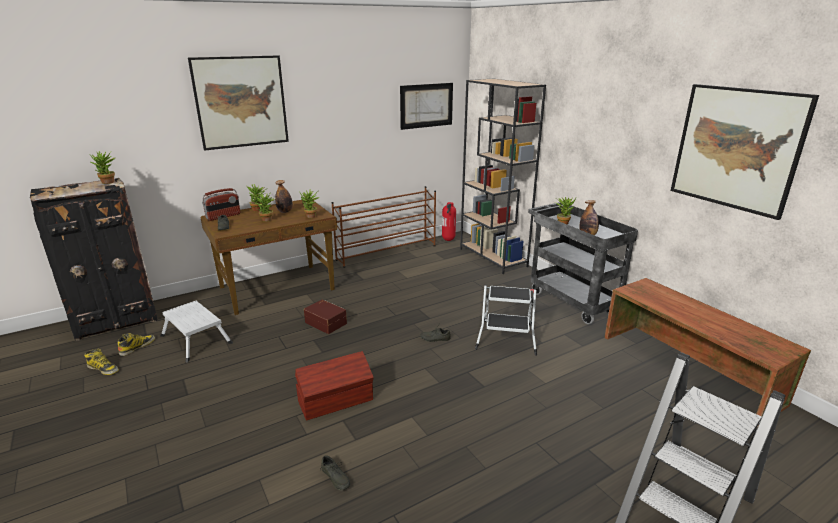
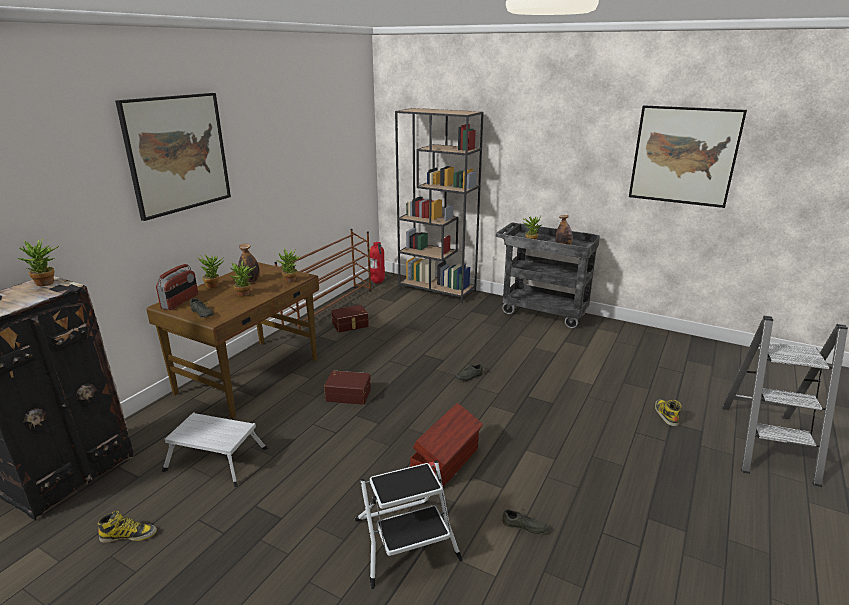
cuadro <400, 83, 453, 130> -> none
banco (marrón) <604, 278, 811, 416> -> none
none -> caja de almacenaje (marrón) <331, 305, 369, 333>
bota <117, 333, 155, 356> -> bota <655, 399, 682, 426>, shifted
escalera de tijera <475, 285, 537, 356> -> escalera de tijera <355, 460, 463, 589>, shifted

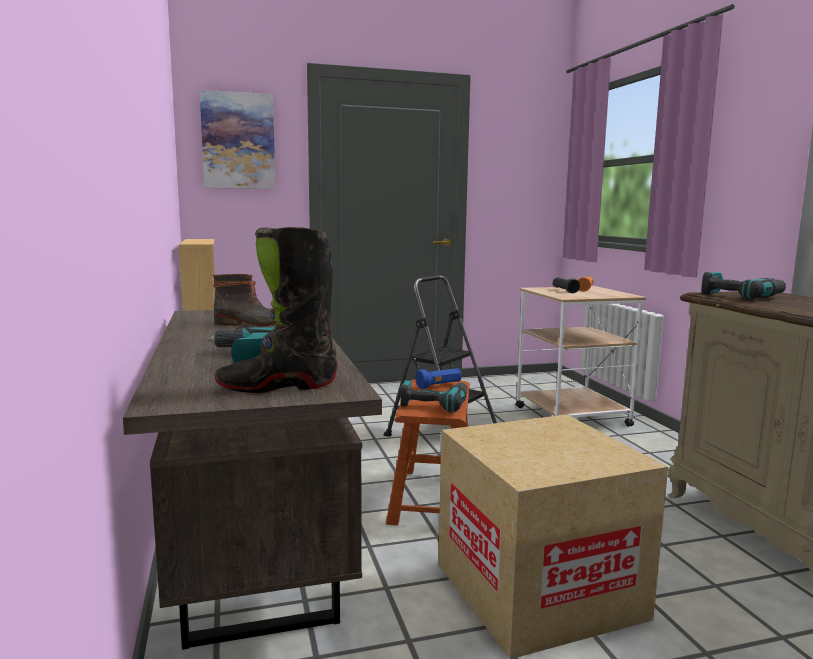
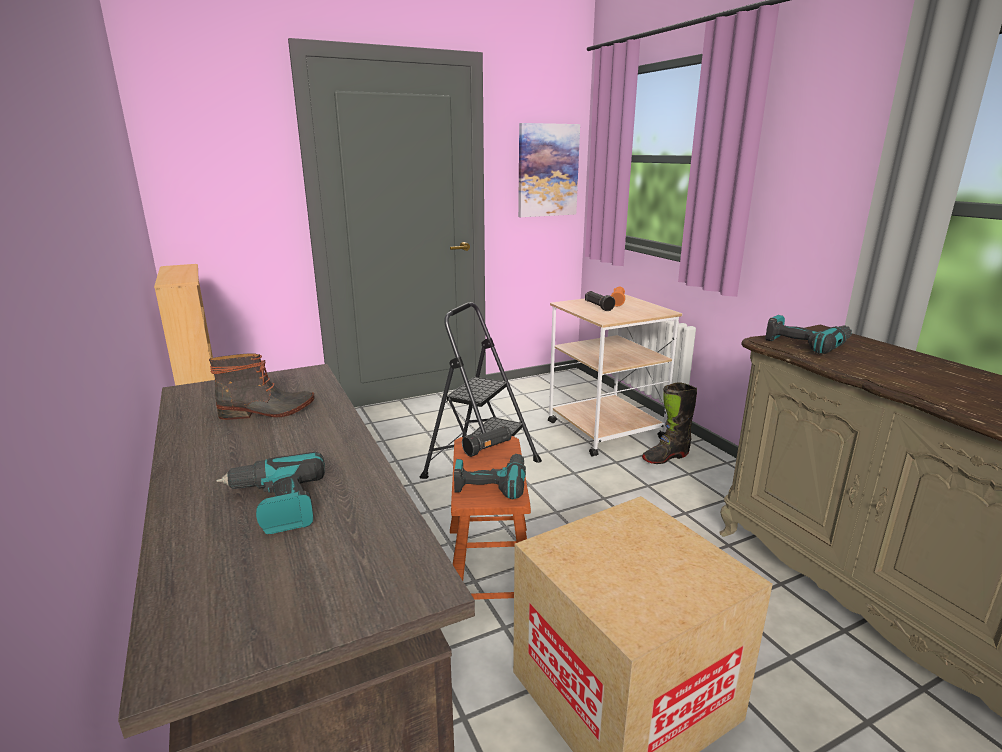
cuadro <200, 90, 275, 189> -> cuadro <518, 123, 580, 217>, shifted
bota (negro) <214, 227, 338, 393> -> bota (negro) <642, 383, 697, 464>, shifted
linterna (azul) <415, 368, 462, 389> -> linterna (negro) <462, 426, 512, 457>

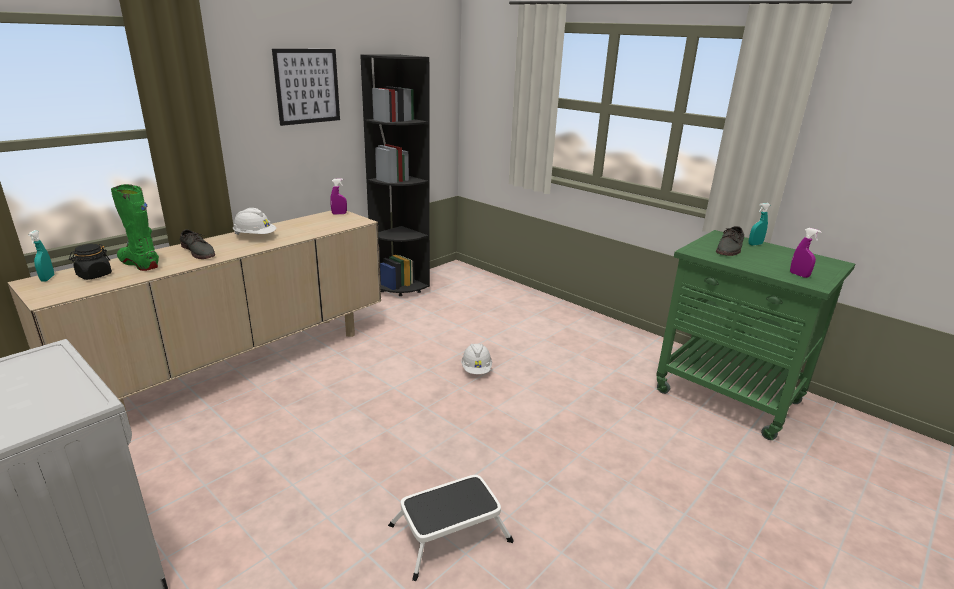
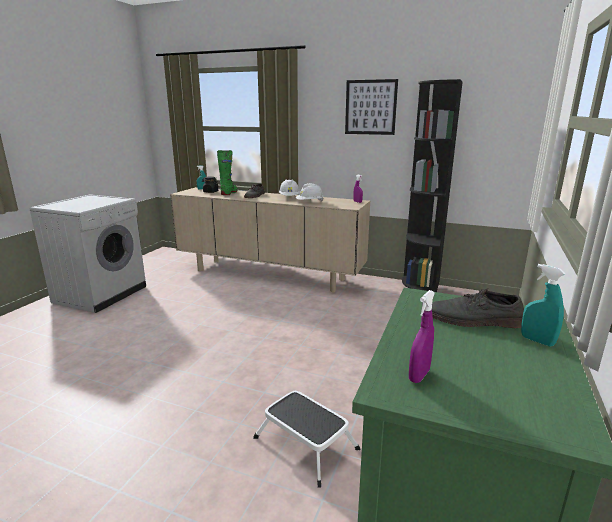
escalera de tijera (negro) <388, 475, 514, 581> -> escalera de tijera (negro) <253, 391, 361, 487>, shifted
casco (blanco) <461, 344, 492, 374> -> casco (blanco) <296, 183, 324, 202>, shifted

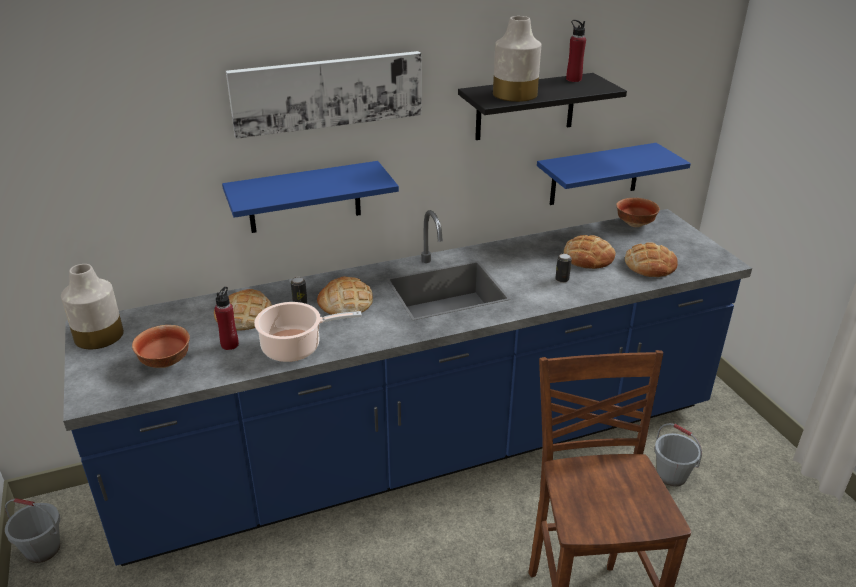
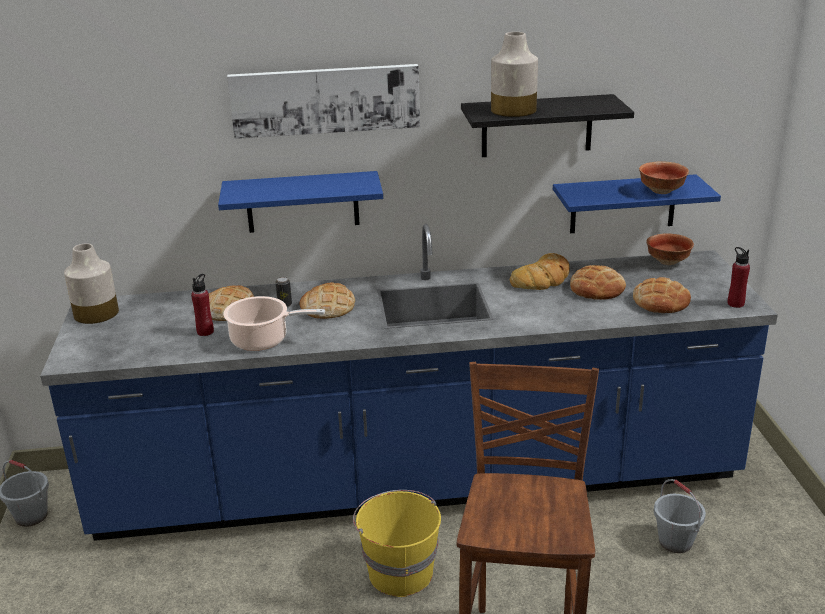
lata <555, 253, 572, 283> -> none
none -> cubo (amarillo) <353, 490, 441, 597>
none -> pan <510, 253, 570, 290>
cuenco <132, 325, 190, 368> -> cuenco <639, 162, 689, 194>, shifted
botella (rojo) <566, 20, 586, 82> -> botella (rojo) <728, 247, 750, 308>, shifted

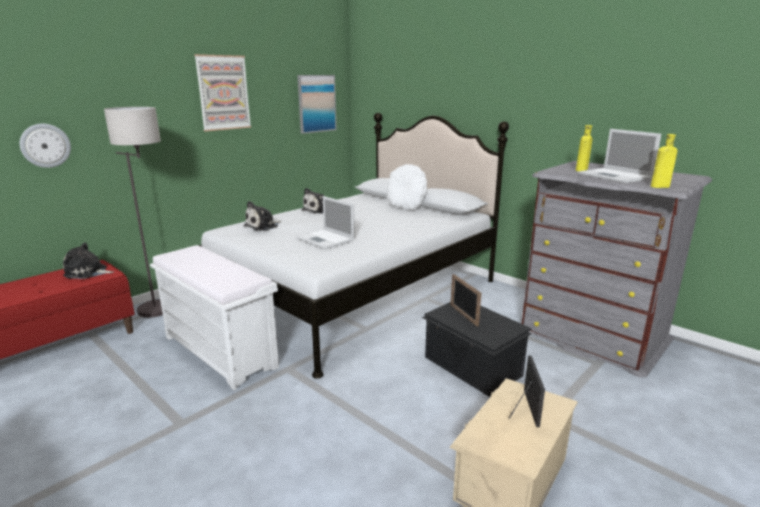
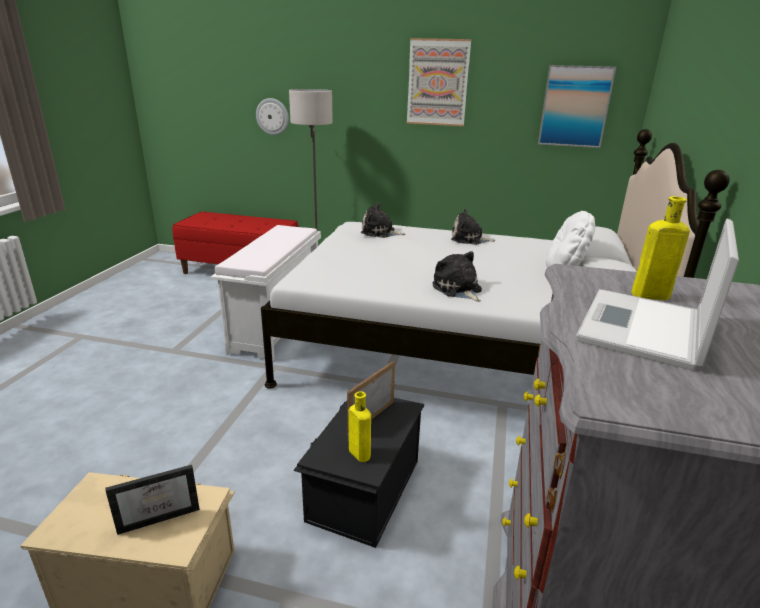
portátil <296, 196, 355, 250> -> none
peluche <63, 242, 114, 279> -> peluche <432, 251, 482, 302>, shifted
botella (amarillo) <651, 134, 678, 188> -> botella (amarillo) <348, 391, 371, 462>, shifted

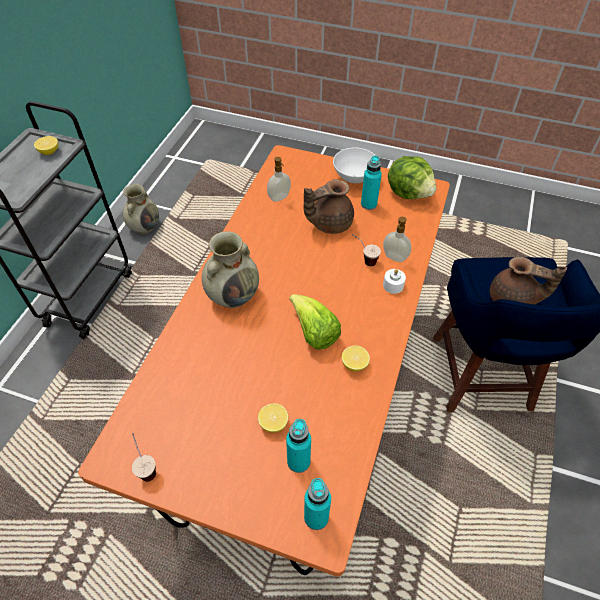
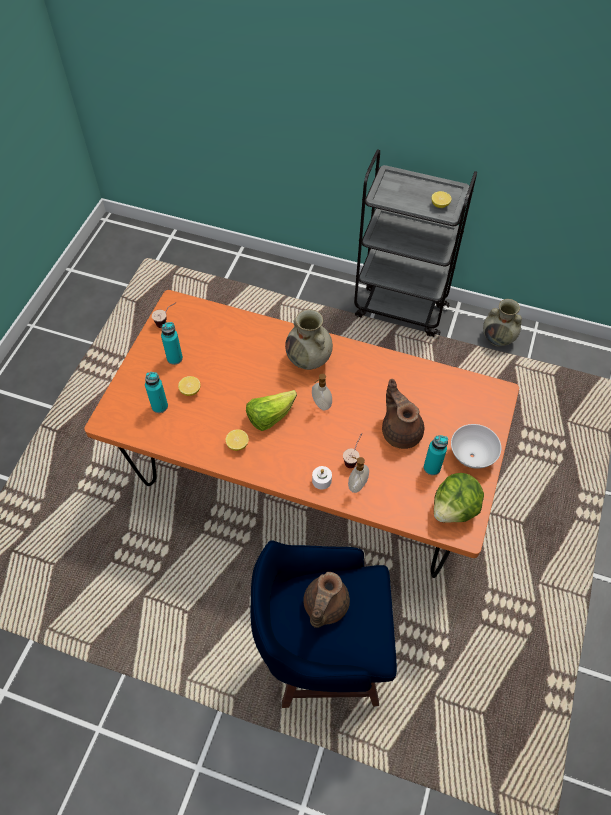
dispensador de jabón <267, 157, 291, 202> -> dispensador de jabón <312, 374, 332, 411>, shifted
botella (turquesa) <304, 478, 331, 530> -> botella (turquesa) <161, 322, 183, 365>, shifted

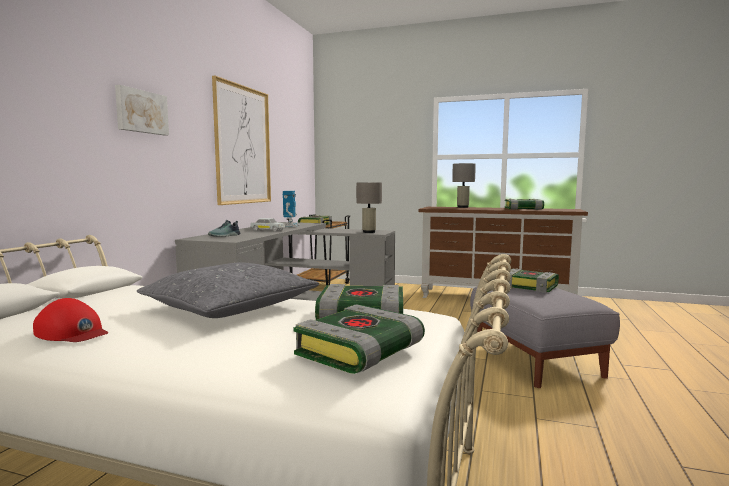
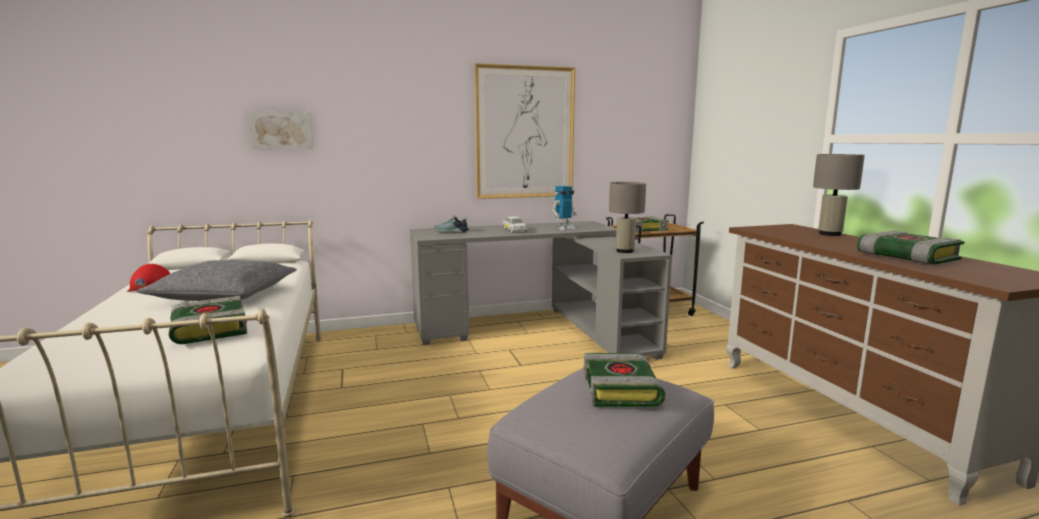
libro <294, 304, 425, 374> -> none
cuadro <115, 85, 169, 136> -> cuadro <249, 111, 313, 149>, shifted

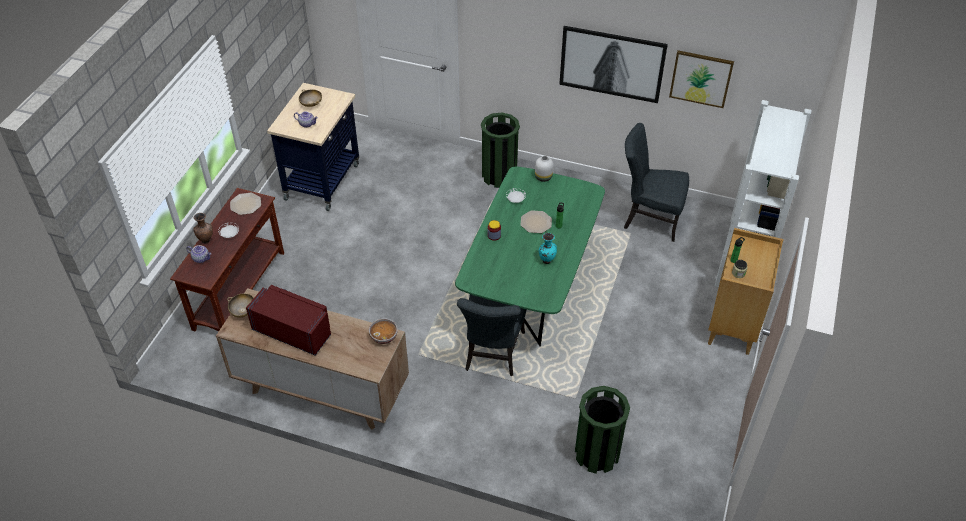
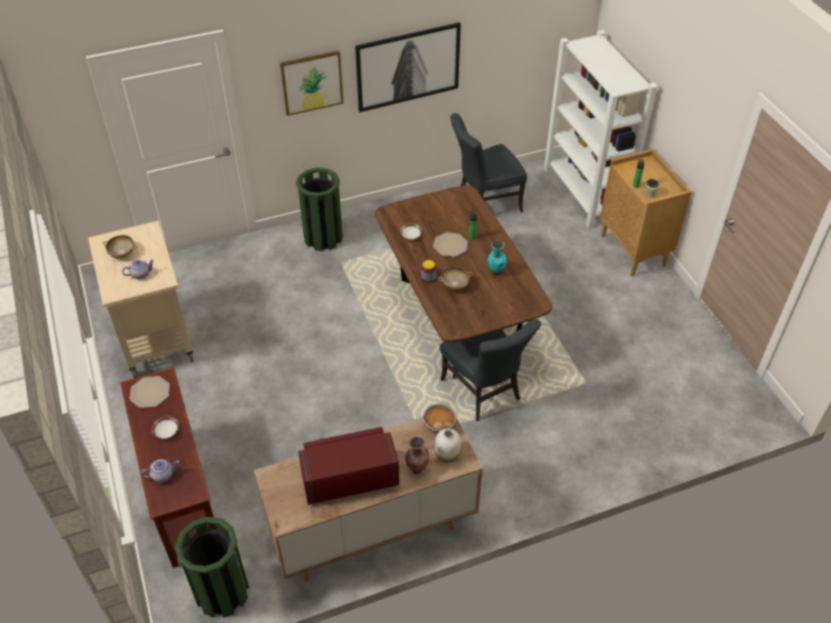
florero (marrón) <193, 213, 213, 244> -> florero (marrón) <405, 437, 429, 474>, shifted
cuenco (beis) <227, 293, 254, 318> -> cuenco (beis) <438, 267, 472, 290>, shifted
florero (blanco) <535, 156, 553, 182> -> florero (blanco) <435, 429, 461, 462>, shifted
papelera (verde) <575, 386, 630, 474> -> papelera (verde) <175, 517, 249, 618>, shifted
cuadro <669, 50, 734, 108> -> cuadro <280, 51, 343, 116>, shifted
carrito (azul) <267, 83, 360, 211> -> carrito (beis) <88, 221, 194, 378>
mesa de comedor (verde) <455, 167, 605, 346> -> mesa de comedor (marrón) <375, 185, 552, 379>

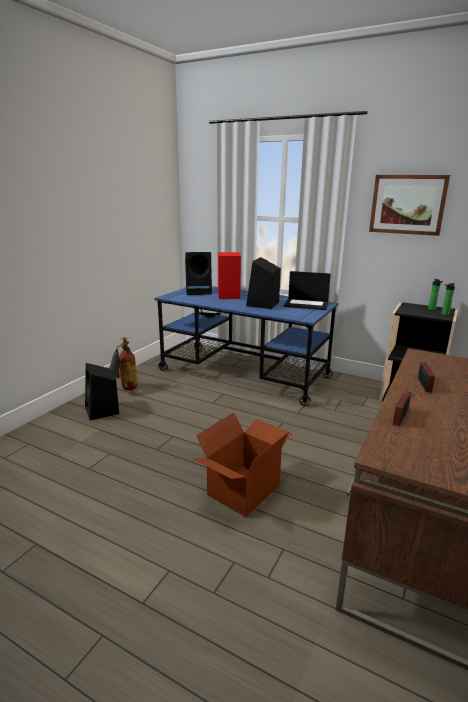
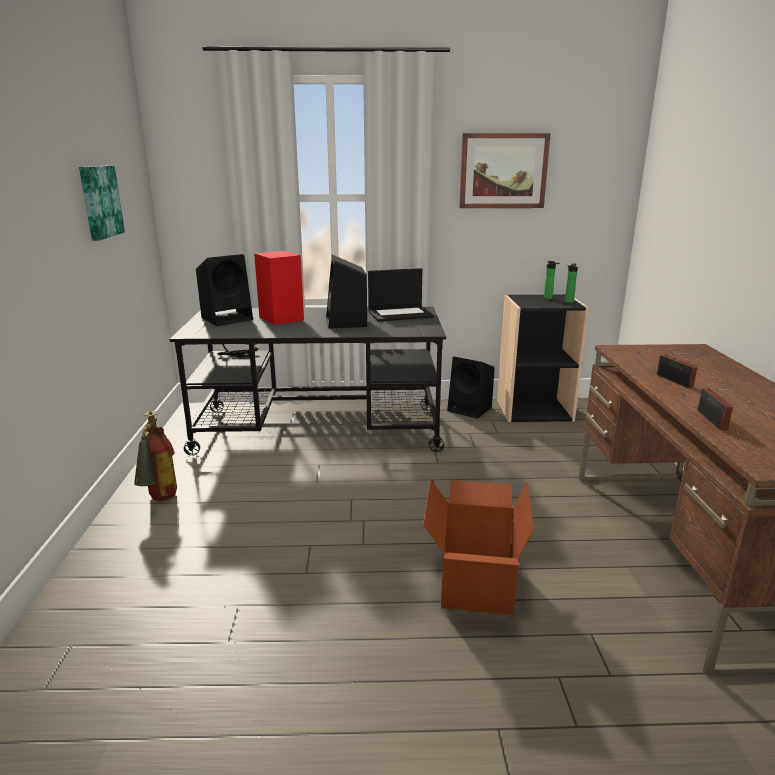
none -> cuadro <79, 166, 125, 241>
altavoz (negro) <85, 363, 119, 420> -> altavoz (negro) <447, 357, 495, 419>, shifted
escritorio (azul) <154, 286, 339, 407> -> escritorio (negro) <170, 307, 446, 456>

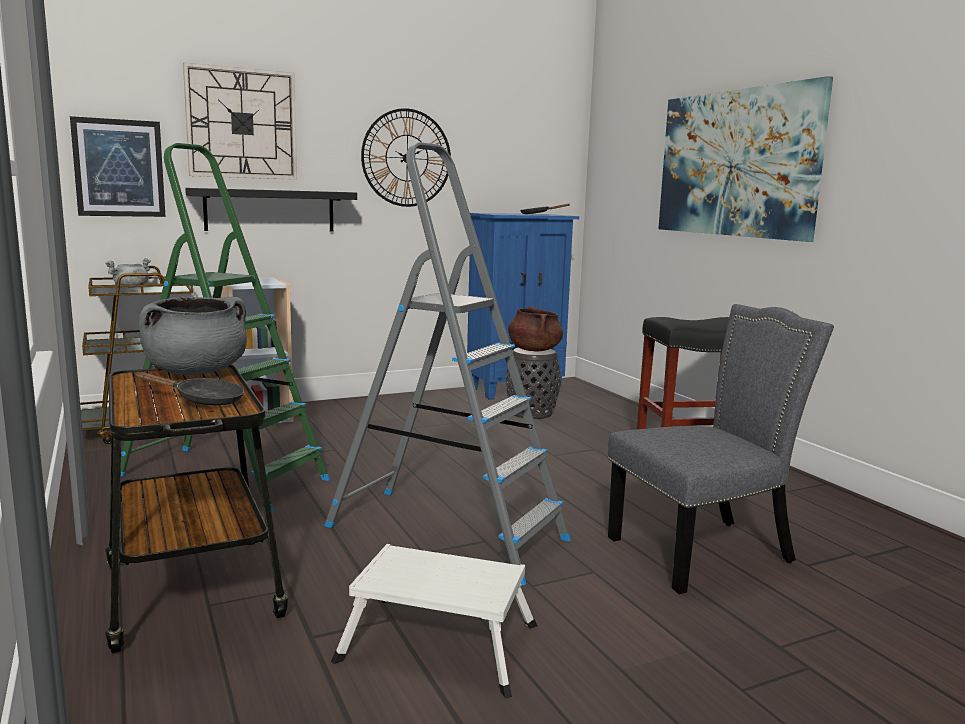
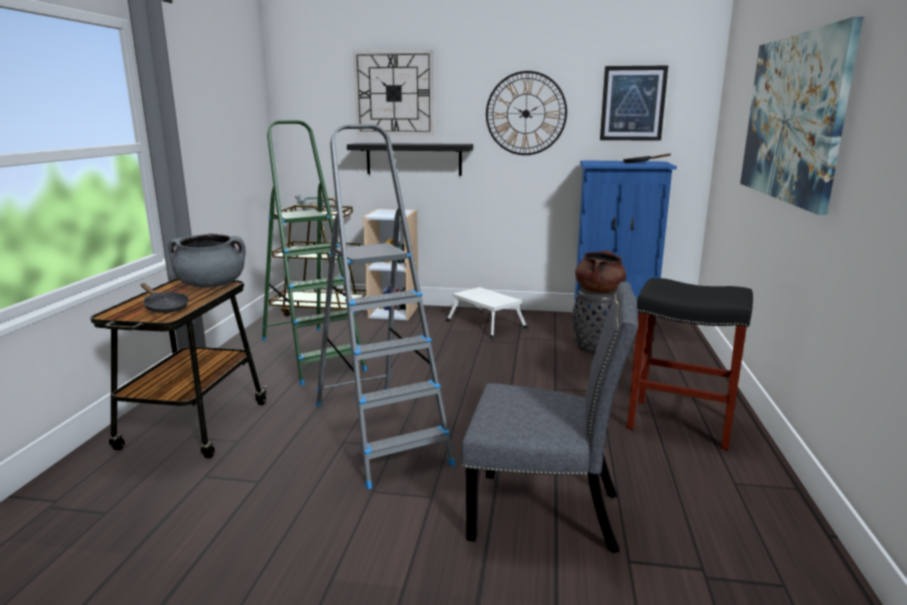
cuadro <70, 116, 166, 217> -> cuadro <600, 66, 668, 141>, shifted
escalera de tijera (blanco) <331, 544, 538, 698> -> escalera de tijera (blanco) <445, 287, 528, 340>, shifted

